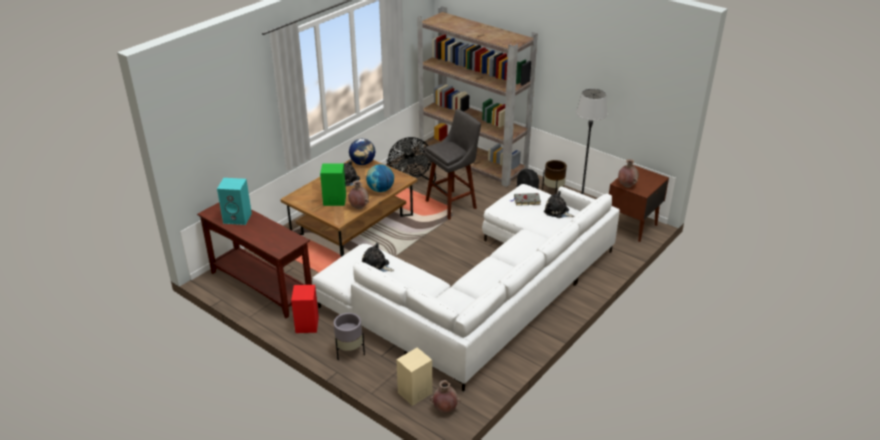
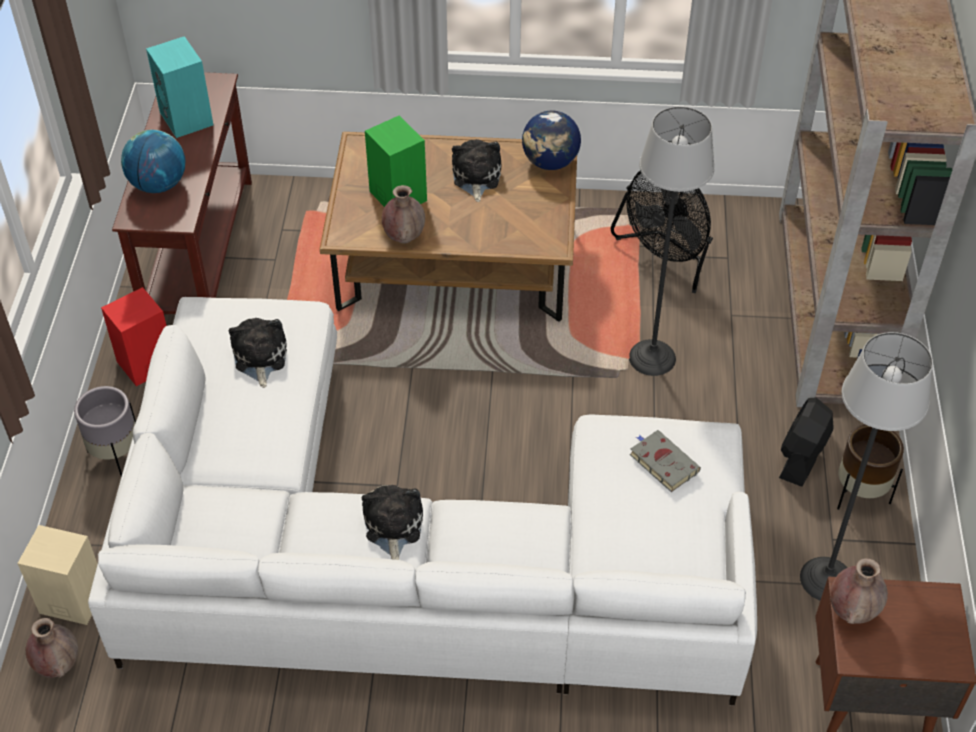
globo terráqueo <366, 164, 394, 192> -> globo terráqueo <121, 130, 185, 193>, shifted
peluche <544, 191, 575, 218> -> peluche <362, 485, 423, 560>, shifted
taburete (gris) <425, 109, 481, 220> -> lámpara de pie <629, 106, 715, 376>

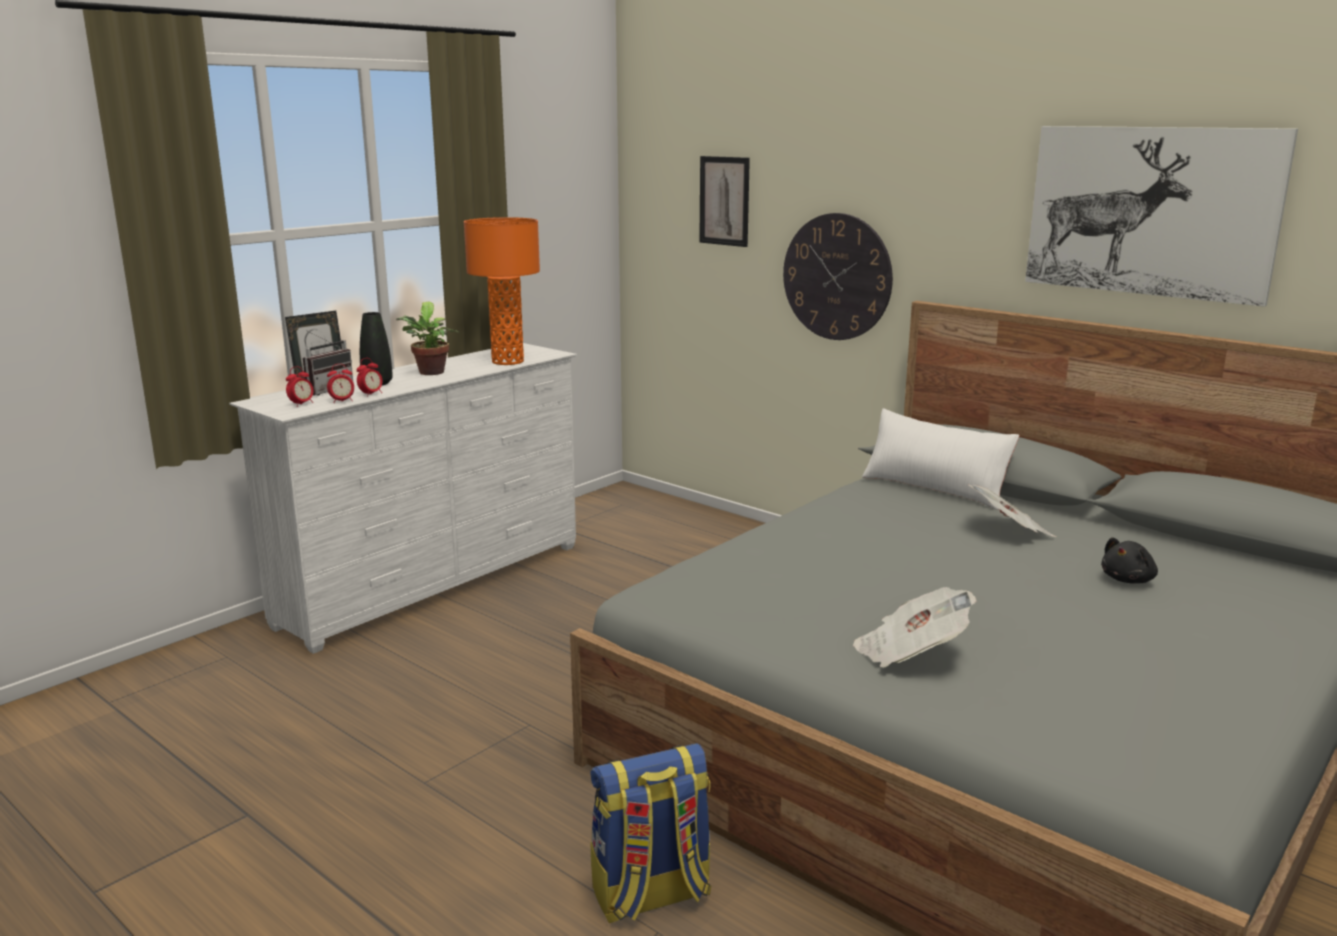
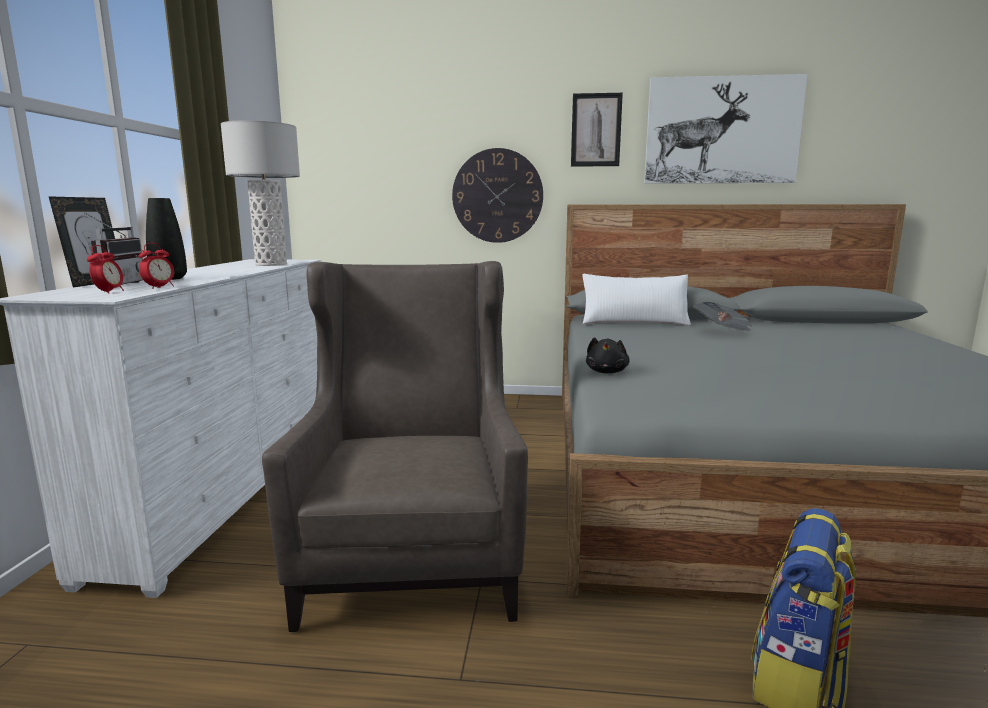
despertador <356, 358, 382, 397> -> none
planta en maceta <396, 302, 460, 375> -> none
periódico <853, 587, 977, 668> -> none
none -> sillón (gris) <262, 261, 528, 632>
cuadro <699, 156, 750, 247> -> cuadro <571, 93, 623, 167>, shifted
peluche (negro) <1101, 537, 1158, 584> -> peluche (negro) <586, 337, 630, 373>, shifted
lámpara de mesa (naranja) <464, 217, 540, 365> -> lámpara de mesa (blanco) <221, 120, 300, 266>

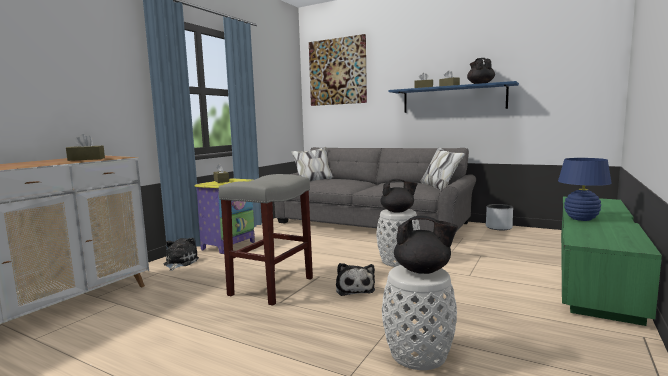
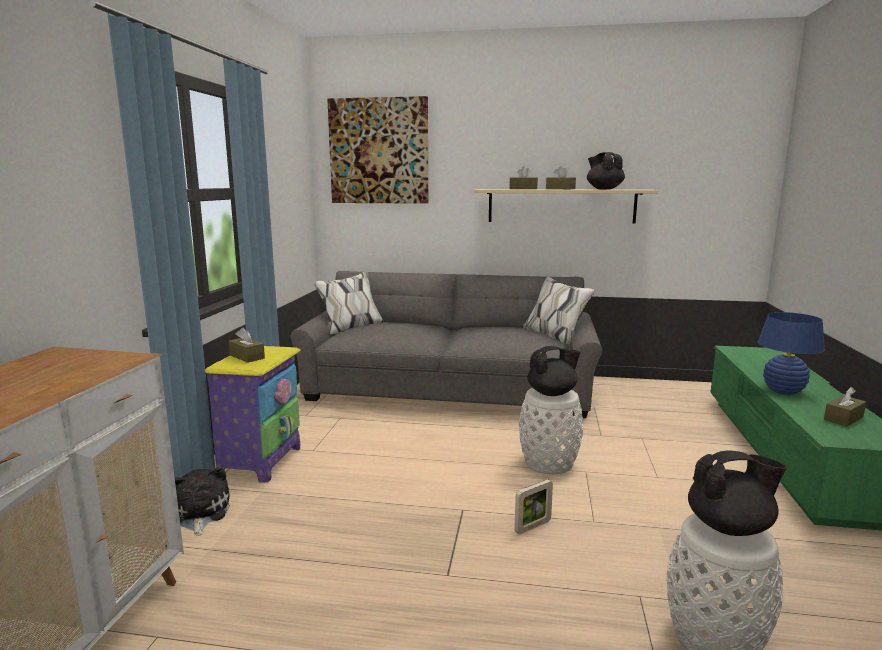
taburete (gris) <219, 174, 313, 306> -> none
maceta (gris) <486, 204, 513, 230> -> none
caja de pañuelos (marrón) <66, 134, 105, 161> -> caja de pañuelos (marrón) <824, 387, 866, 426>, shifted
peluche <336, 263, 375, 296> -> portarretratos <514, 479, 553, 534>
estante (azul) <389, 81, 519, 113> -> estante (beis) <474, 189, 658, 224>

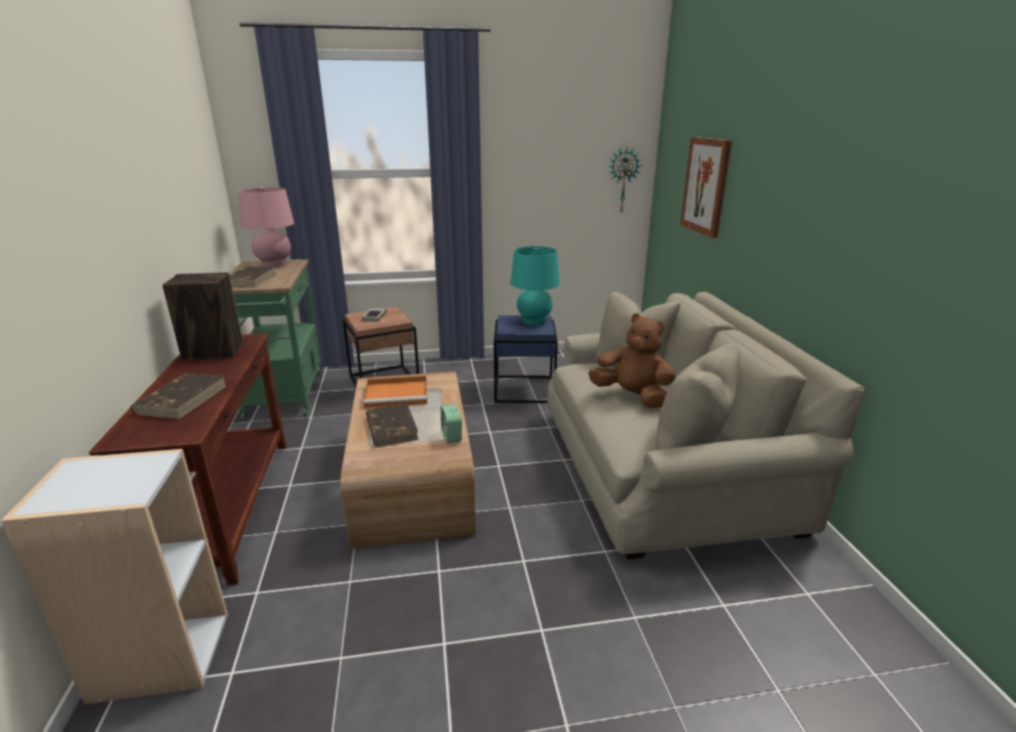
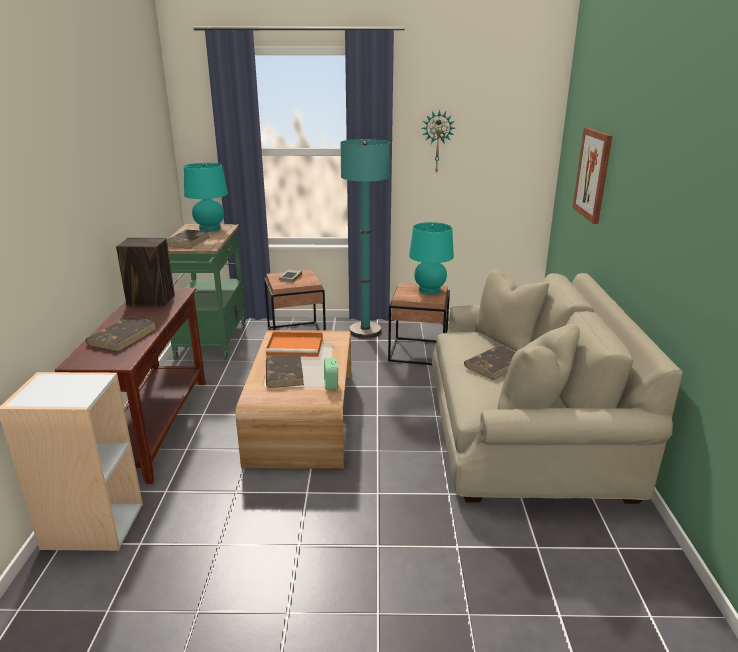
none -> lámpara de pie (turquesa) <340, 139, 389, 339>
reloj de pared <608, 148, 642, 214> -> reloj de pared <422, 110, 455, 174>, shifted
peluche (marrón) <588, 313, 676, 408> -> libro (marrón) <464, 345, 515, 380>
lámpara de mesa (rosa) <238, 187, 294, 268> -> lámpara de mesa (turquesa) <184, 163, 228, 232>
mesa auxiliar (azul) <494, 315, 558, 403> -> mesa auxiliar (marrón) <388, 283, 450, 365>

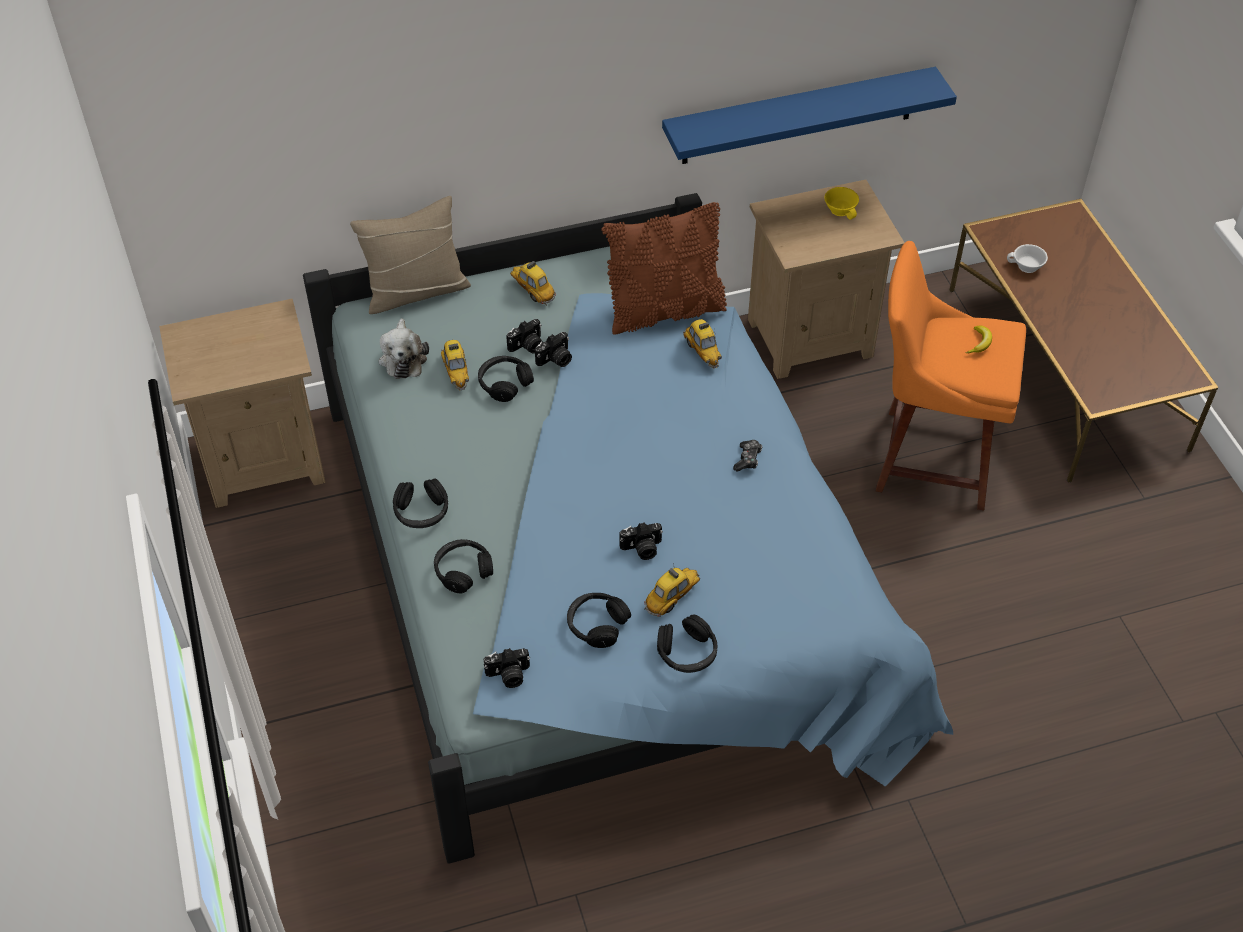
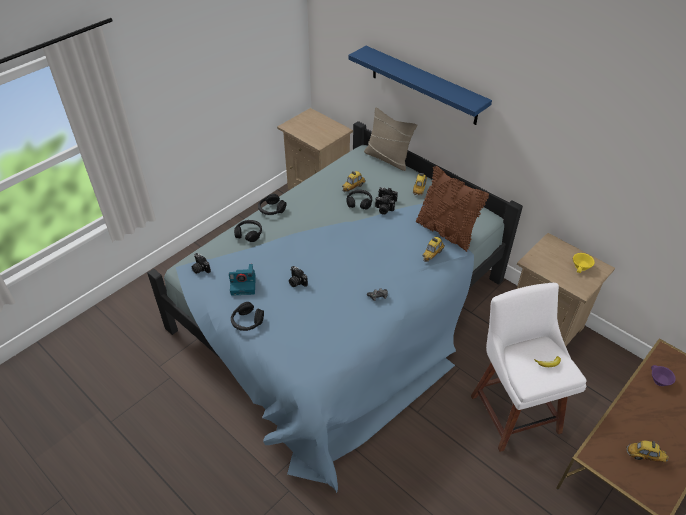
peluche <379, 319, 429, 379> -> none
coche de juguete <644, 563, 700, 617> -> coche de juguete <626, 441, 669, 462>, shifted
estante (azul) <662, 67, 957, 164> -> estante (azul) <348, 46, 492, 125>, shifted
auriculares (negro) <567, 593, 631, 648> -> cámara <229, 264, 256, 296>
taburete (naranja) <876, 241, 1026, 510> -> taburete (blanco) <471, 283, 587, 452>
taza (blanco) <1007, 244, 1048, 273> -> taza (morado) <651, 365, 676, 386>

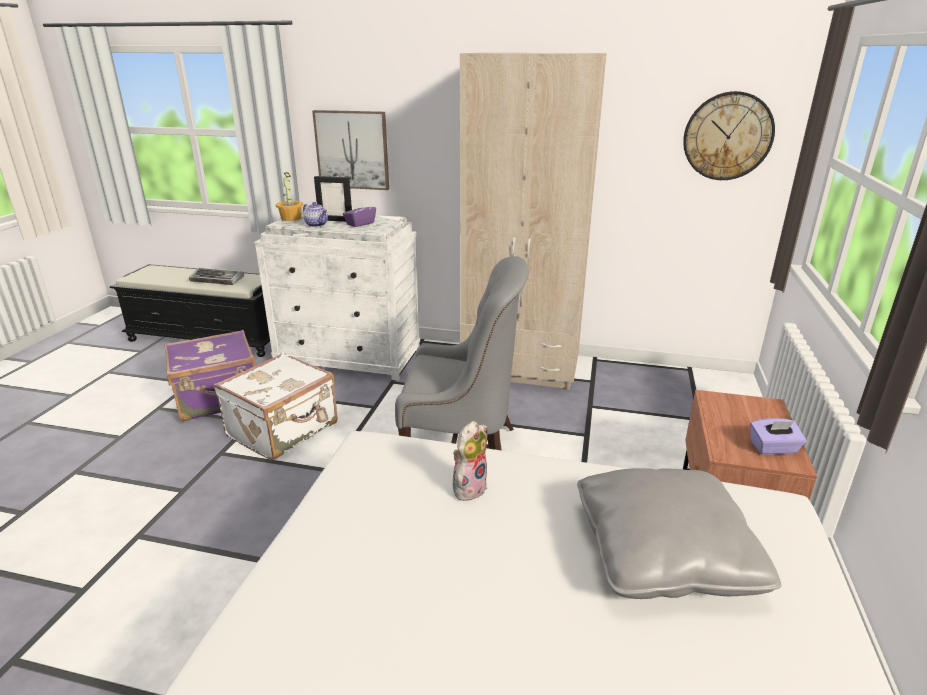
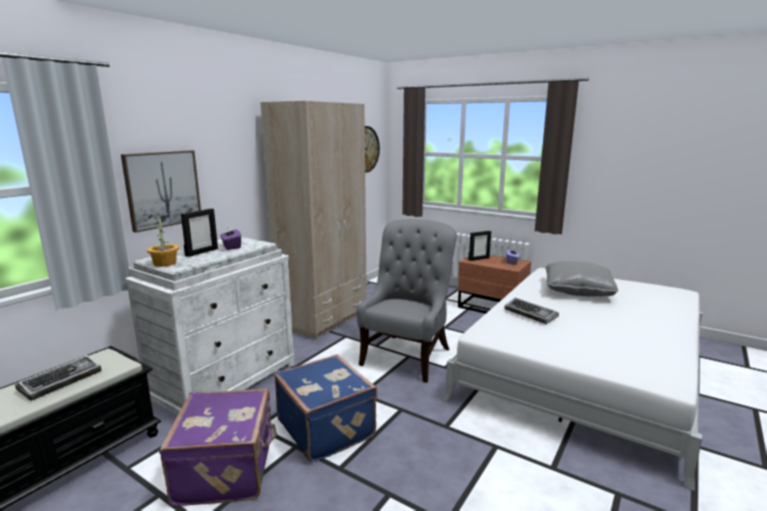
tetera <303, 202, 328, 227> -> none
none -> portarretratos <468, 231, 491, 261>
peluche <453, 421, 487, 501> -> teclado <505, 297, 559, 324>
maleta (blanco) <214, 353, 338, 460> -> maleta (azul) <274, 354, 377, 463>

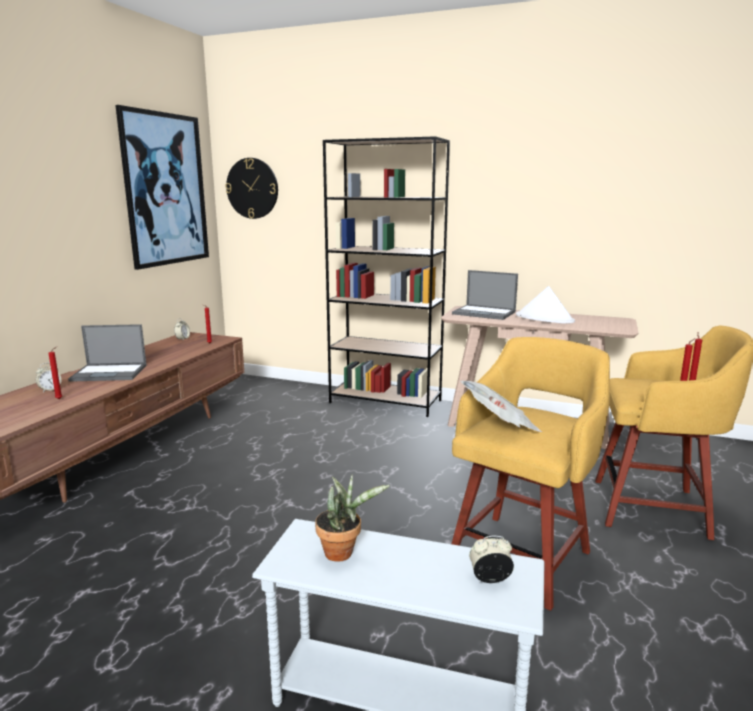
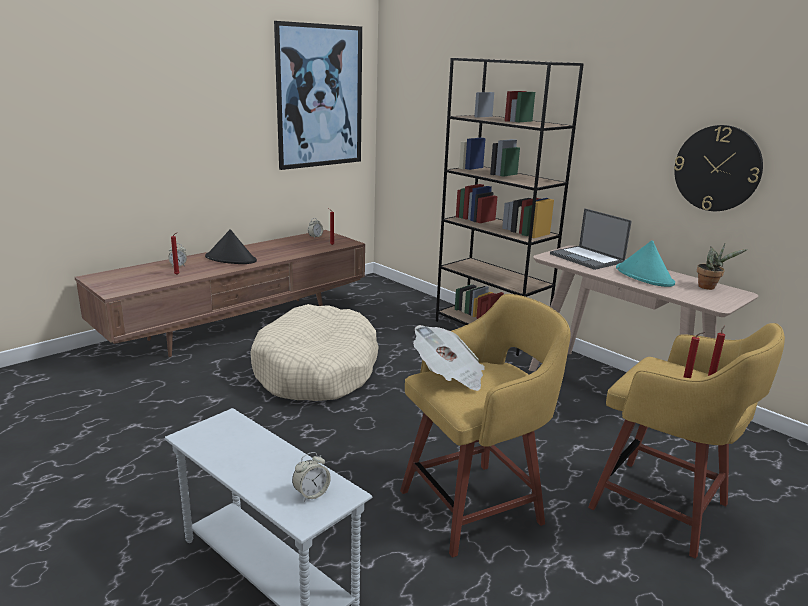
none -> cama para perro (beis) <250, 304, 379, 401>
reloj de pared <225, 158, 278, 219> -> reloj de pared <674, 125, 763, 211>, shifted
planta en maceta <315, 474, 390, 562> -> planta en maceta <697, 243, 748, 290>, shifted
portátil <68, 324, 147, 382> -> sombrero (negro) <205, 229, 257, 264>
sombrero (blanco) <516, 286, 575, 324> -> sombrero (turquesa) <616, 240, 675, 287>
despertador <469, 535, 514, 583> -> despertador <292, 452, 331, 502>, 120 degrees clockwise

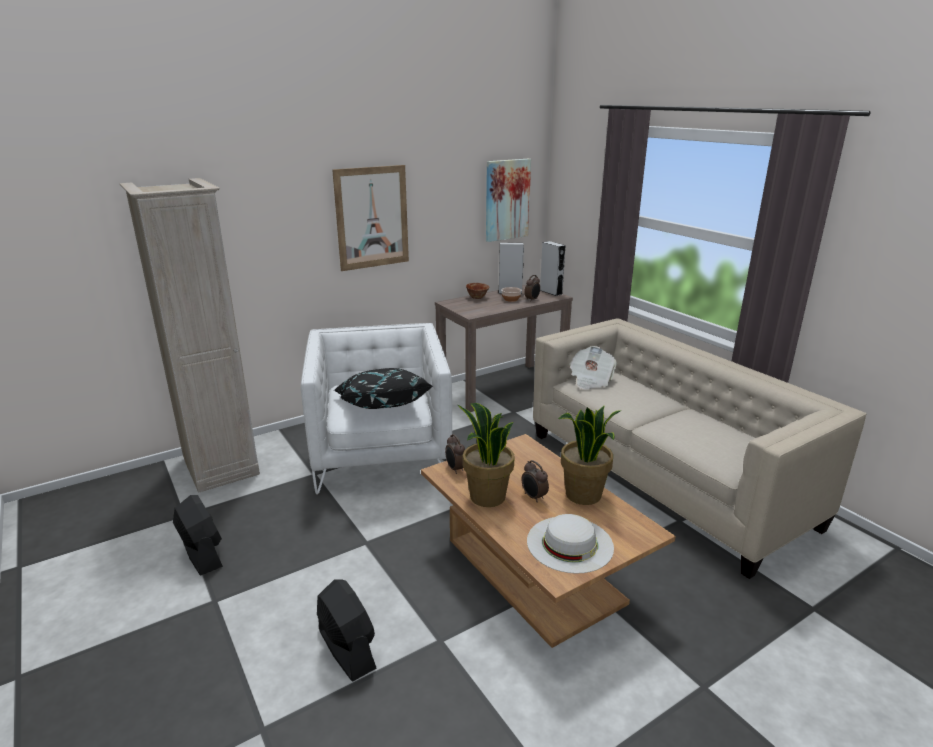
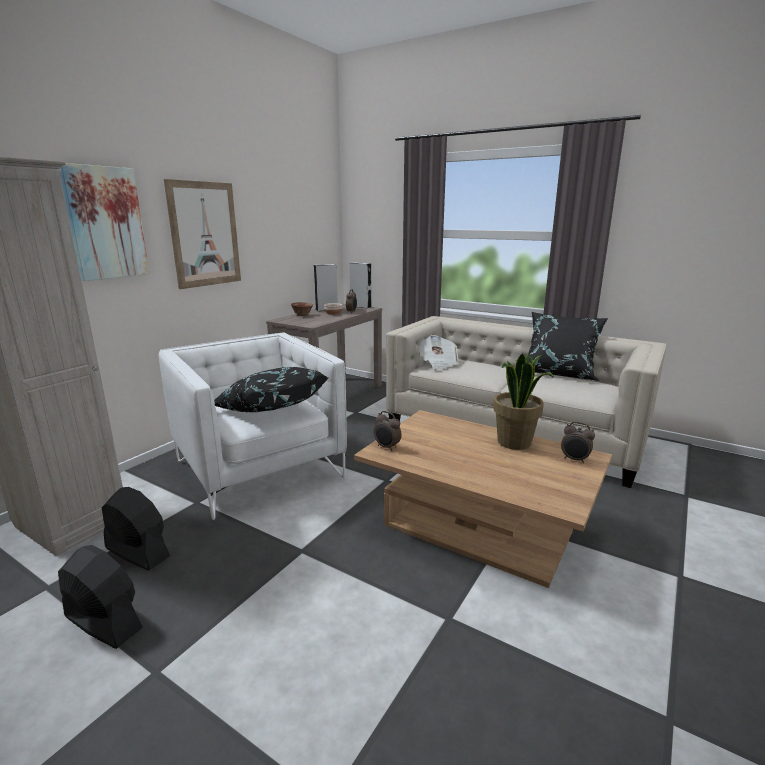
planta en maceta <457, 403, 515, 507> -> none
sombrero (blanco) <527, 514, 614, 574> -> none
none -> cojín (negro) <529, 312, 608, 381>
ventilador (negro) <317, 579, 377, 681> -> ventilador (negro) <102, 487, 170, 570>, shifted
cuadro <486, 159, 531, 242> -> cuadro <59, 163, 150, 281>, shifted
despertador <521, 460, 549, 503> -> despertador <561, 422, 595, 463>, shifted

